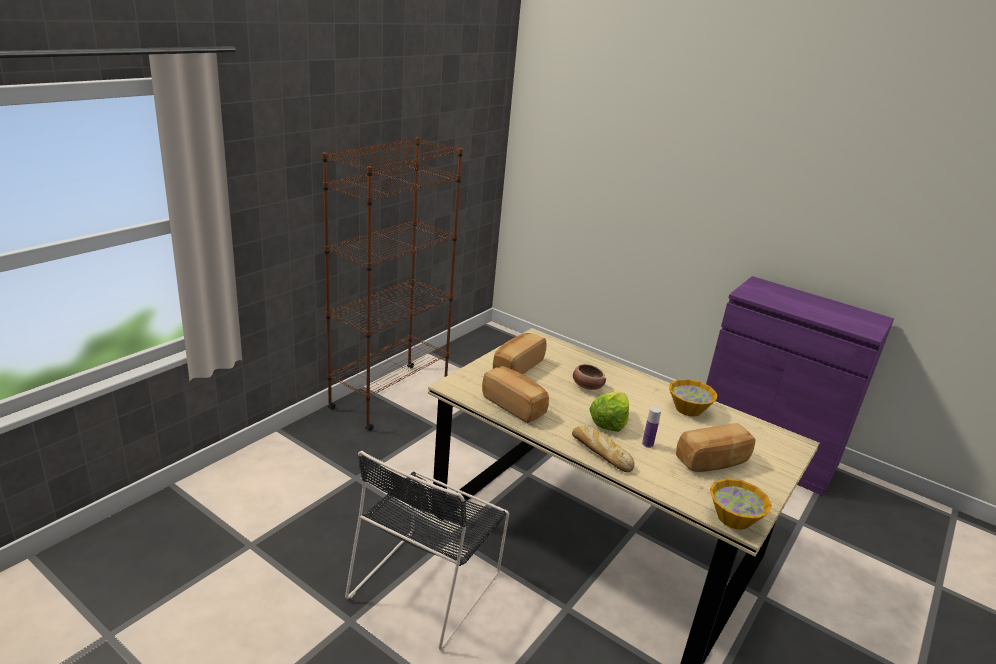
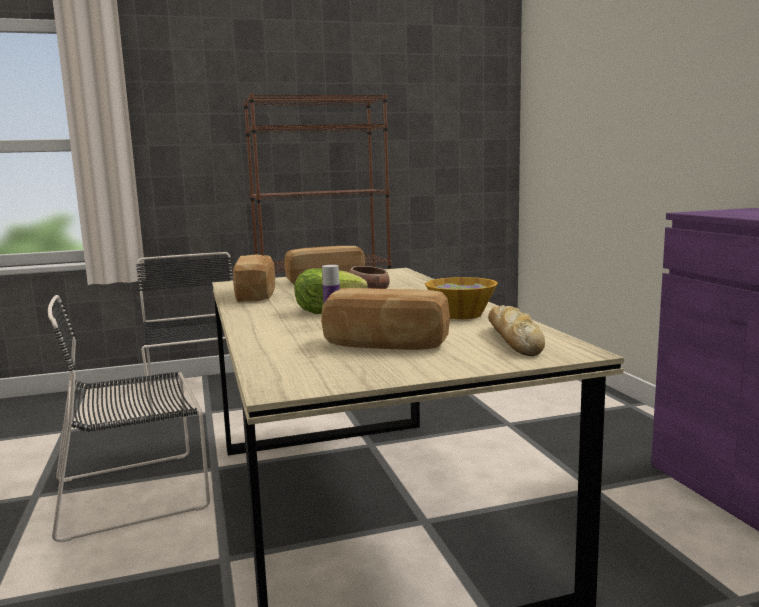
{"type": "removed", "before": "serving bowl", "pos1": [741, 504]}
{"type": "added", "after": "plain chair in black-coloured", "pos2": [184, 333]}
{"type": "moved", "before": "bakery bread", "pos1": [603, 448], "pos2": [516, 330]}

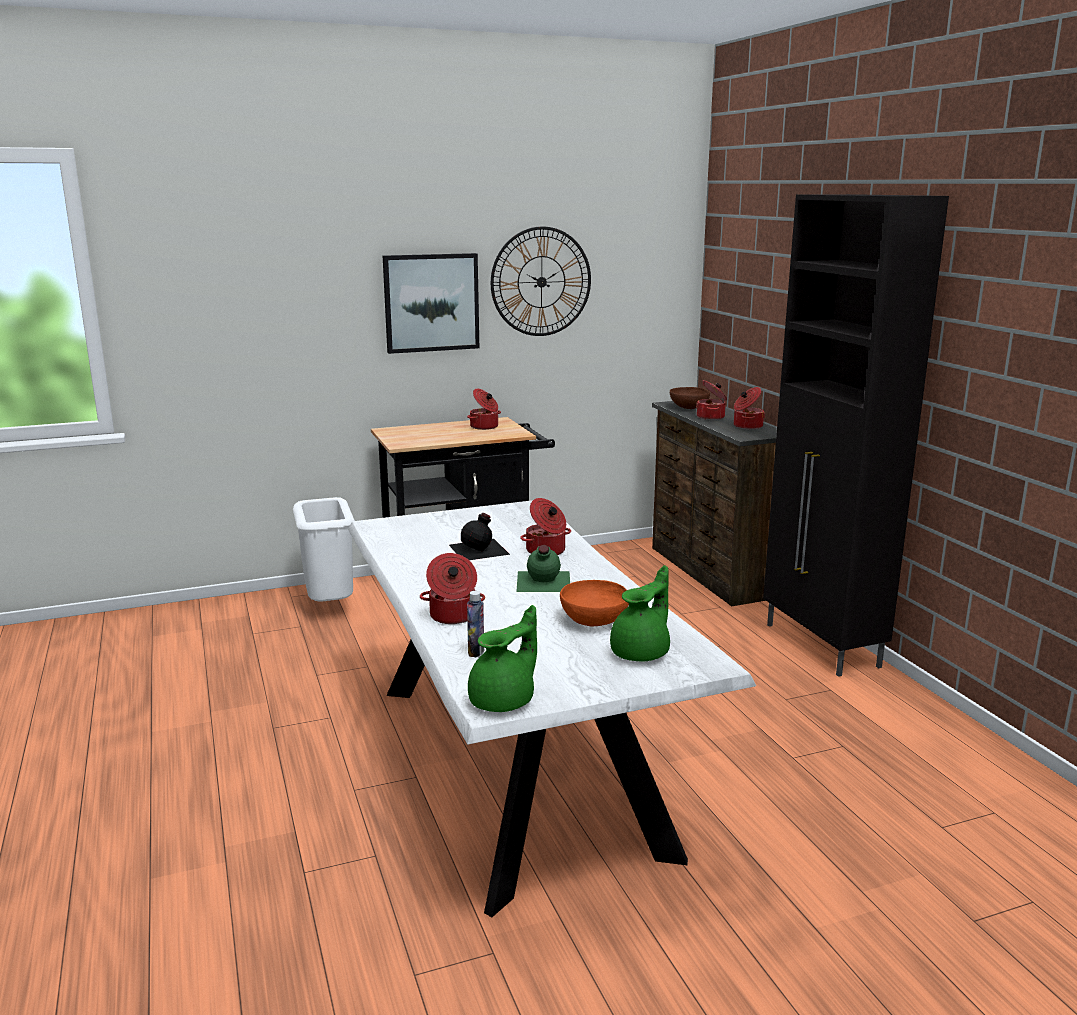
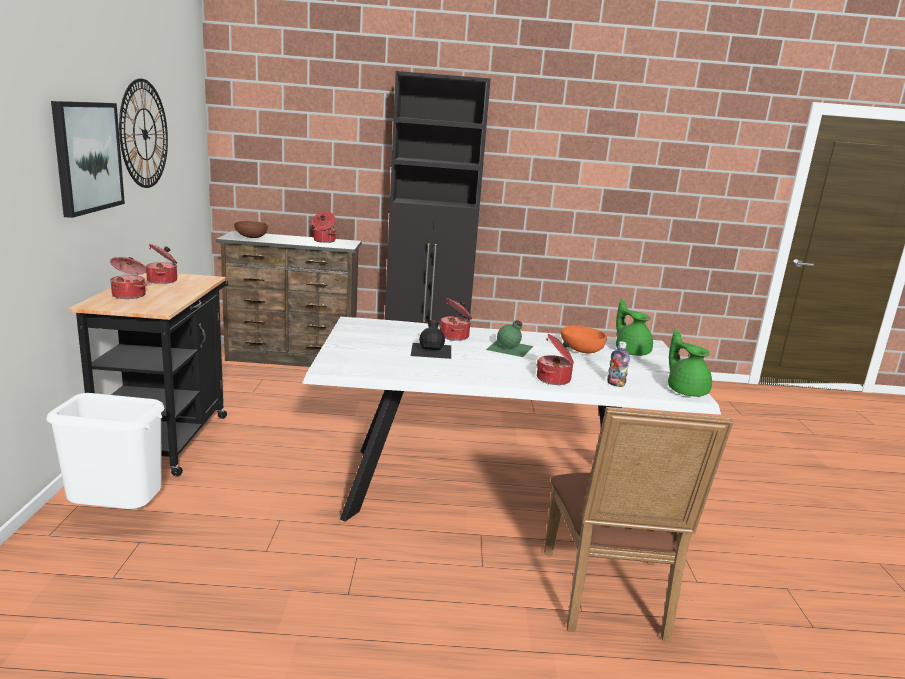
{"type": "added", "after": "plain chair in brown", "pos2": [639, 524]}
{"type": "moved", "before": "stockpot", "pos1": [711, 400], "pos2": [128, 278]}

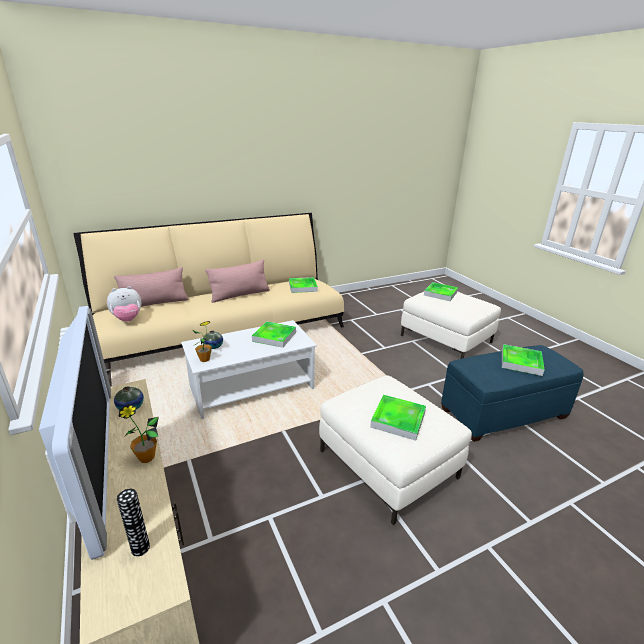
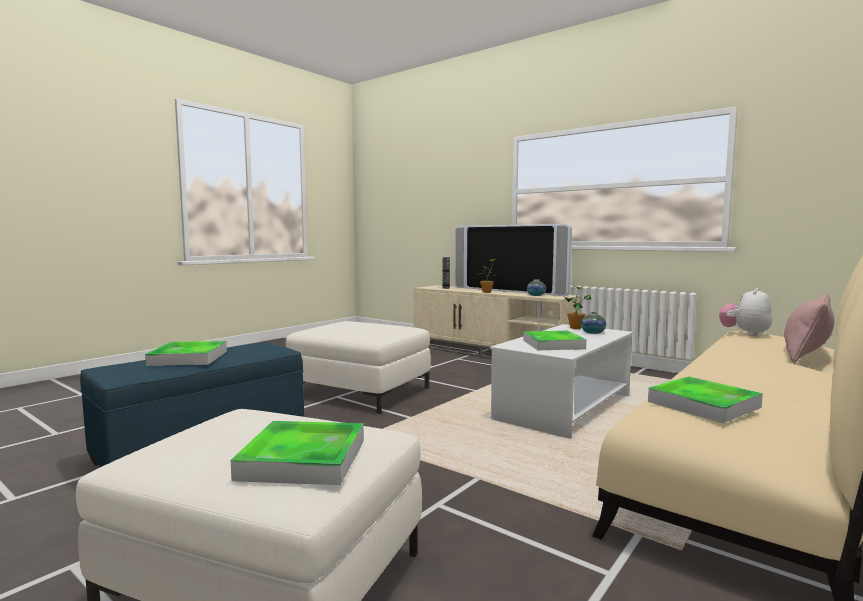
{"type": "removed", "before": "throw pillow in pinkish", "pos1": [237, 281]}
{"type": "removed", "before": "serving tray", "pos1": [398, 418]}

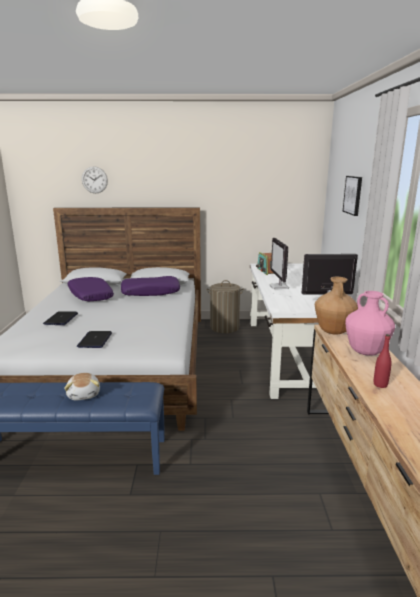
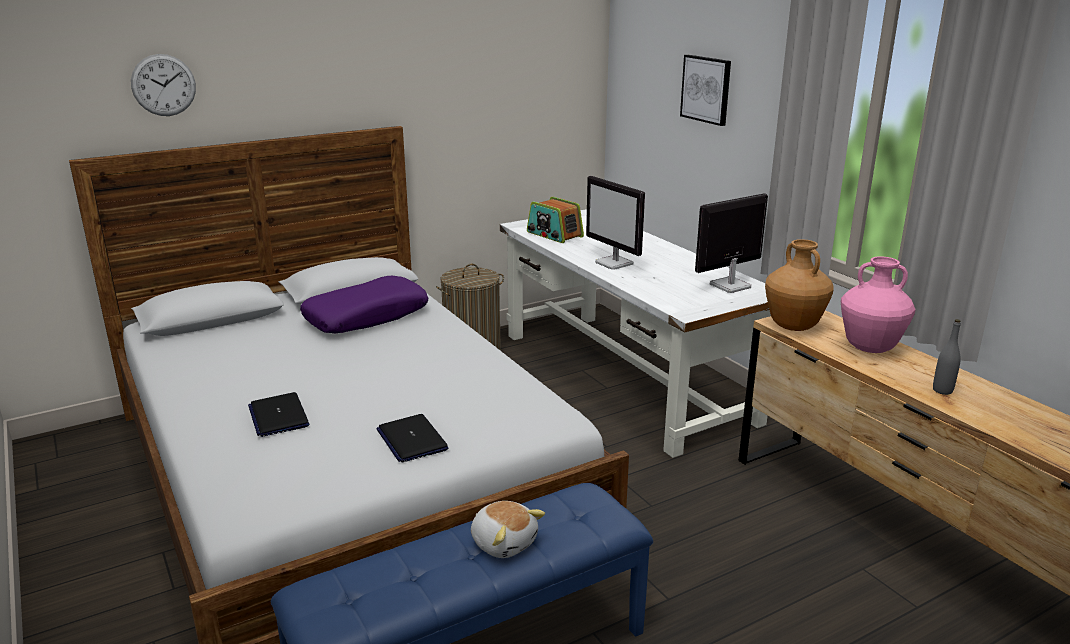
{"type": "removed", "before": "throw pillow in purplish", "pos1": [91, 289]}
{"type": "recoloured", "before": "drink bottle in red-coloured", "after": "drink bottle in gray", "pos1": [383, 361], "pos2": [947, 357]}

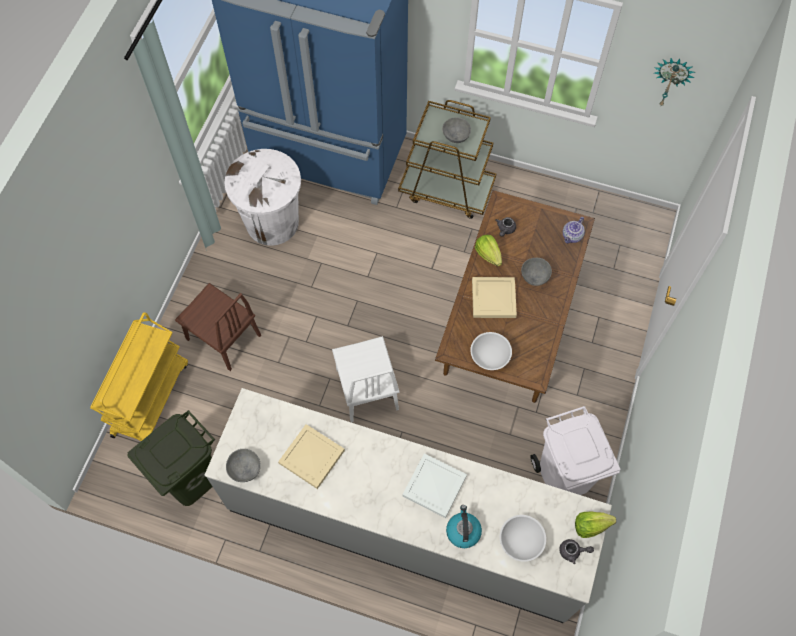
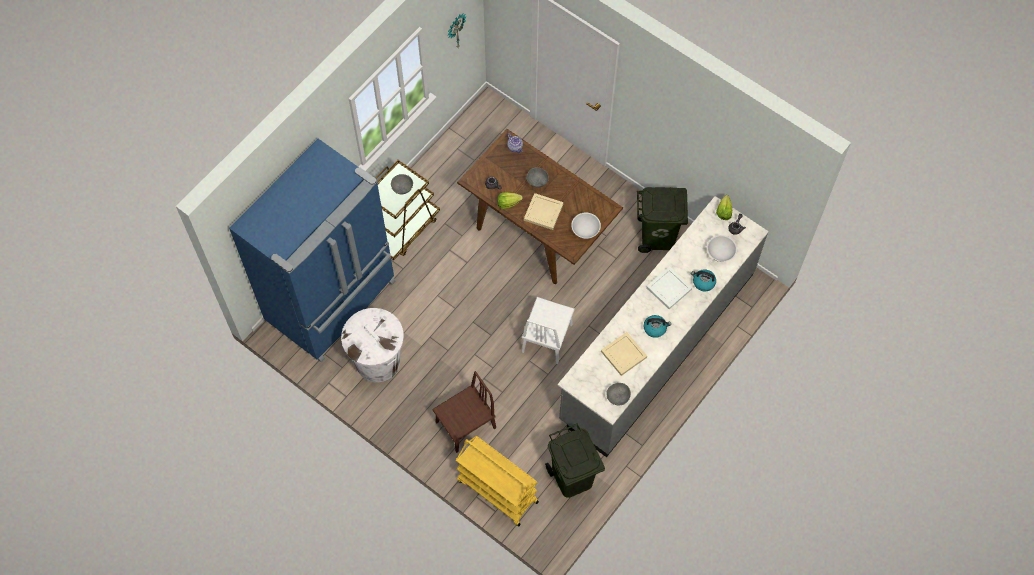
{"type": "added", "after": "water kettle", "pos2": [657, 326]}
{"type": "recoloured", "before": "trash can in white", "after": "trash can in greenish", "pos1": [575, 450], "pos2": [662, 220]}
{"type": "turned", "before": "plain chair in white", "pos1": [366, 379], "pos2": [548, 330], "turn": 105}

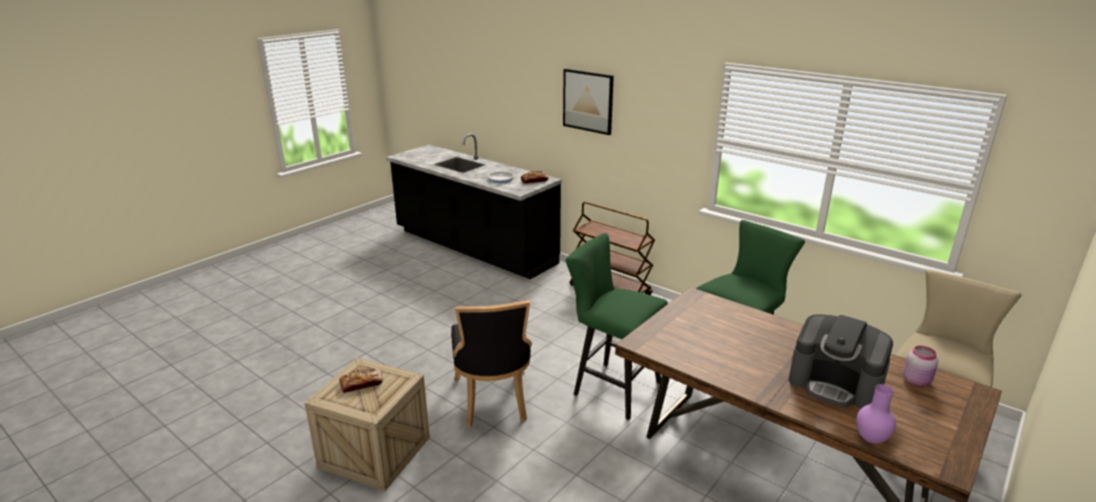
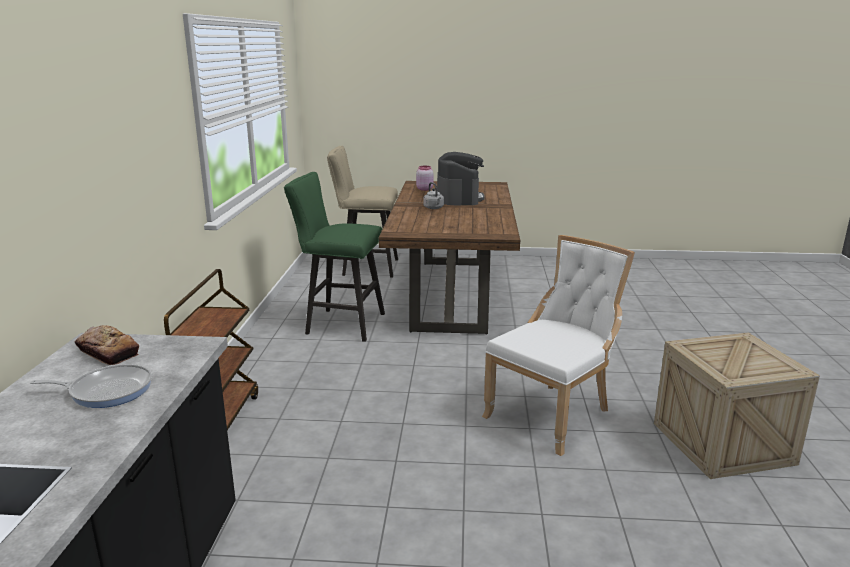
{"type": "removed", "before": "bakery bread", "pos1": [361, 380]}
{"type": "removed", "before": "picture", "pos1": [588, 102]}
{"type": "removed", "before": "stool in greenish", "pos1": [617, 326]}
{"type": "removed", "before": "flower vase in purplish", "pos1": [876, 414]}
{"type": "added", "after": "water kettle in gray", "pos2": [433, 195]}
{"type": "recoloured", "before": "plain chair in black-coloured", "after": "plain chair in white", "pos1": [491, 363], "pos2": [558, 345]}

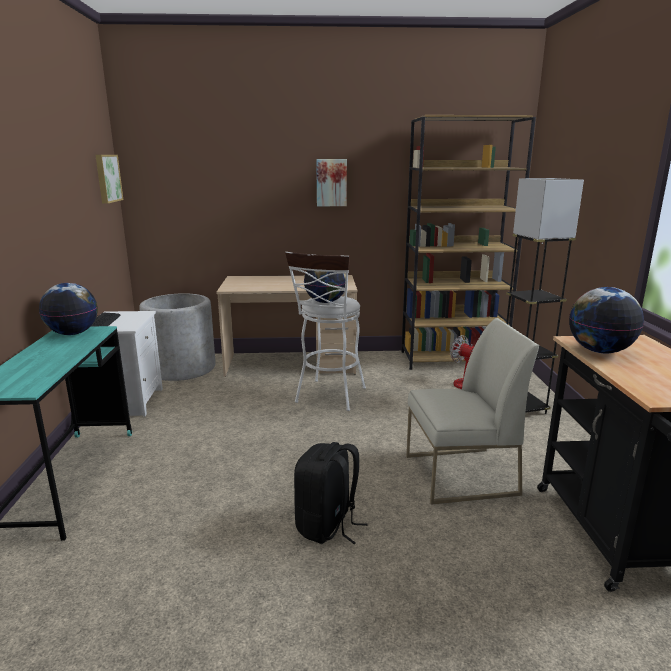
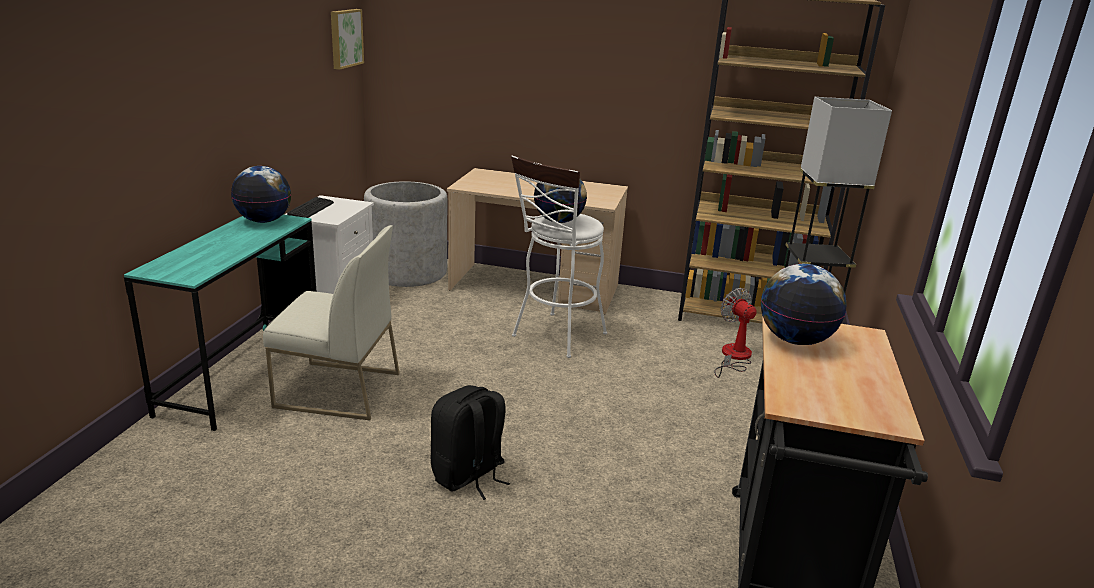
{"type": "removed", "before": "picture", "pos1": [331, 182]}
{"type": "moved", "before": "plain chair in white", "pos1": [472, 411], "pos2": [331, 322]}

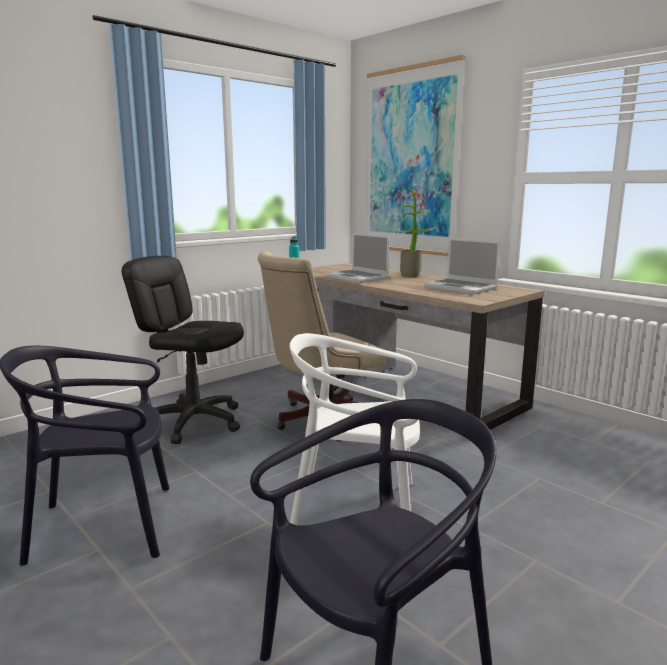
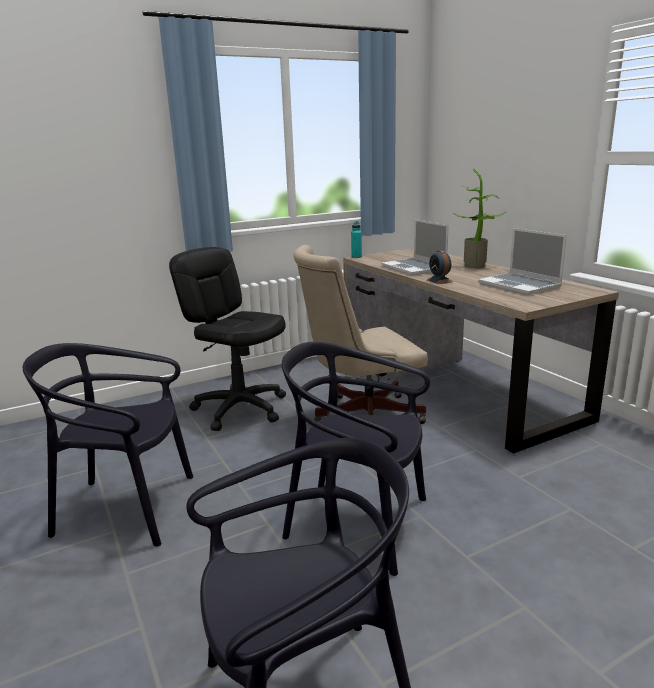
{"type": "removed", "before": "picture", "pos1": [415, 155]}
{"type": "added", "after": "table clock", "pos2": [440, 267]}
{"type": "recoloured", "before": "plain chair in white", "after": "plain chair in black-coloured", "pos1": [355, 429], "pos2": [356, 459]}

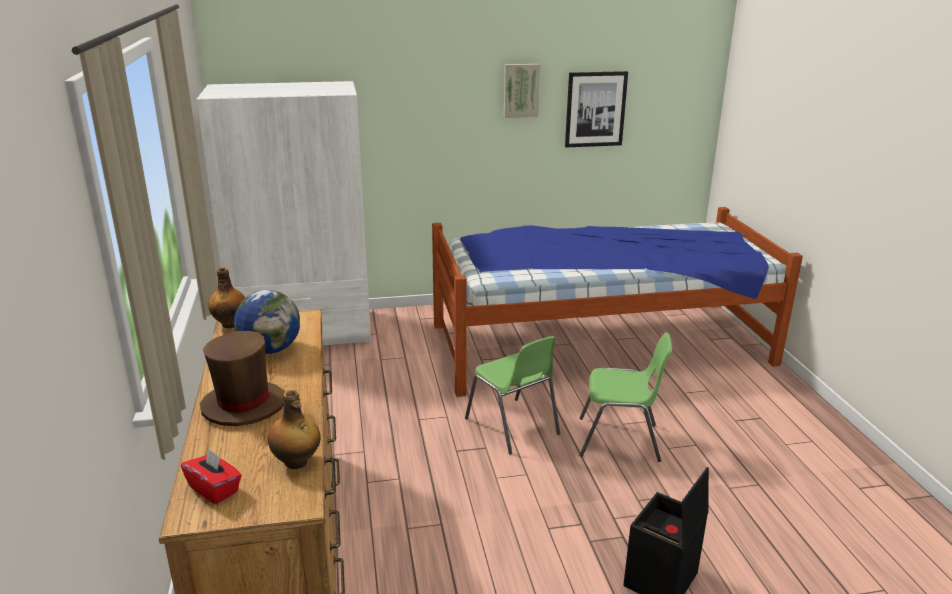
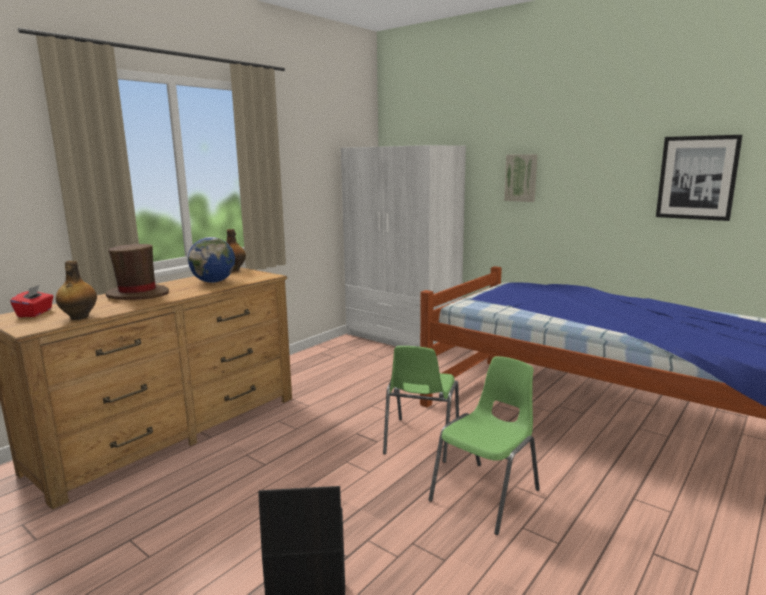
{"type": "moved", "before": "picture", "pos1": [522, 91], "pos2": [520, 178]}
{"type": "turned", "before": "plain chair in greenish", "pos1": [625, 397], "pos2": [484, 445], "turn": -105}

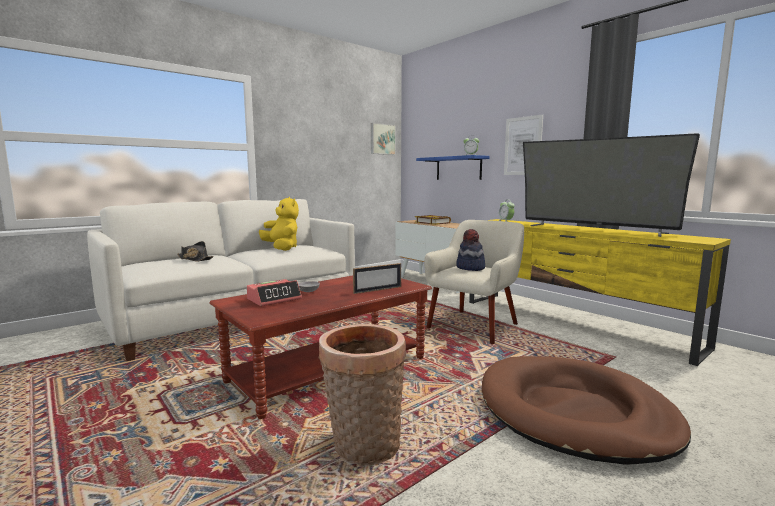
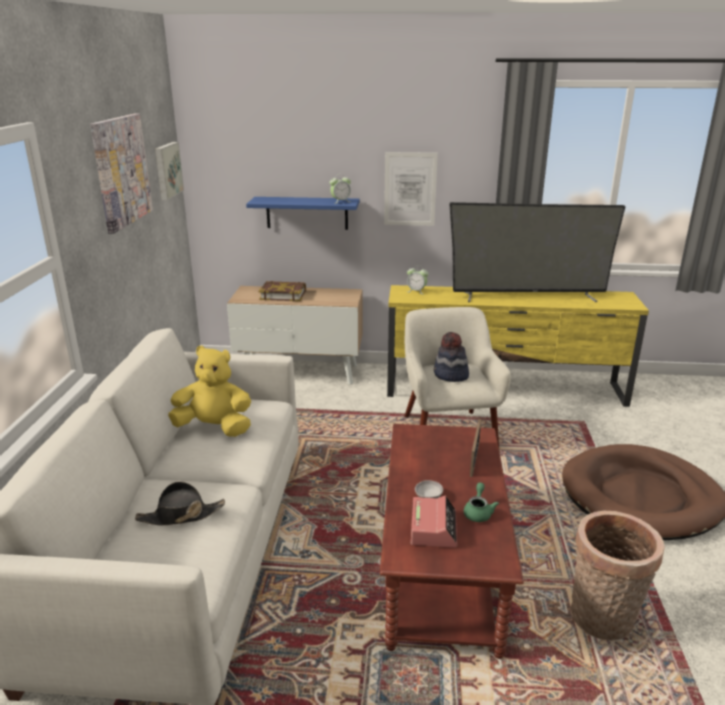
{"type": "added", "after": "picture", "pos2": [121, 173]}
{"type": "added", "after": "teapot in greenish", "pos2": [481, 502]}

